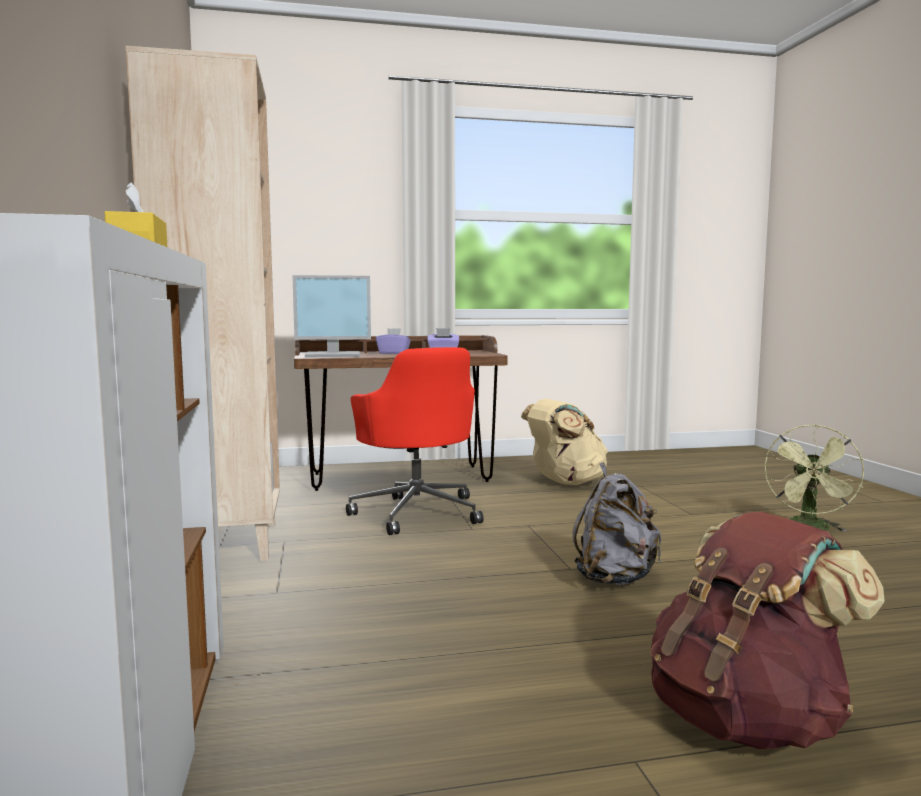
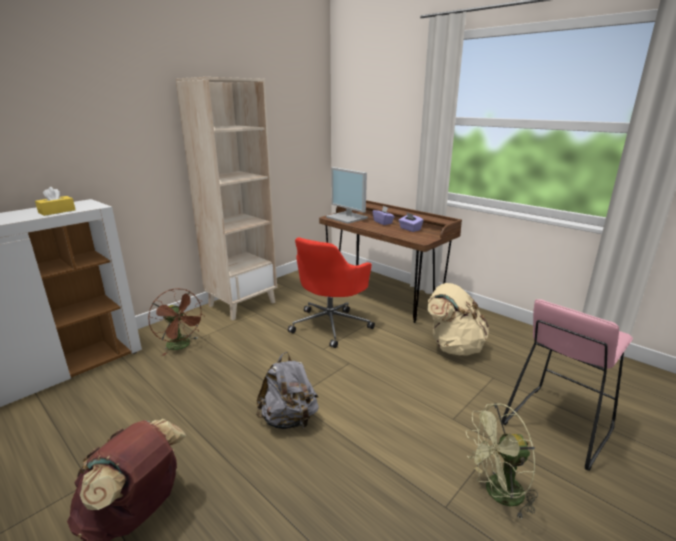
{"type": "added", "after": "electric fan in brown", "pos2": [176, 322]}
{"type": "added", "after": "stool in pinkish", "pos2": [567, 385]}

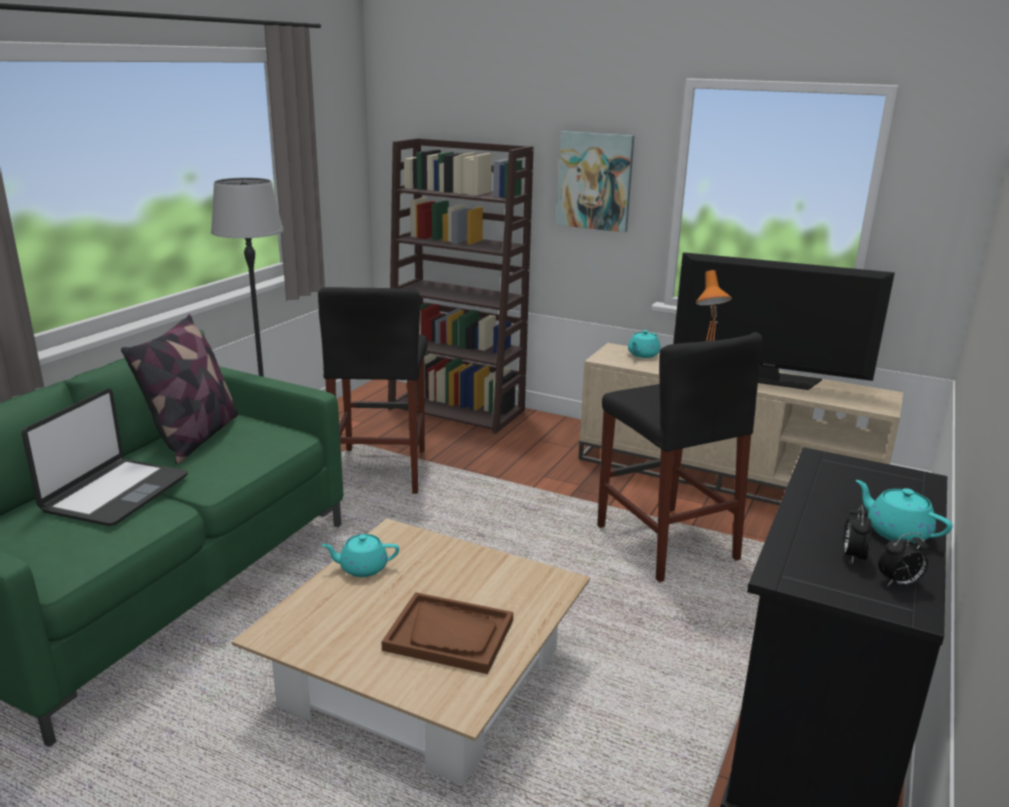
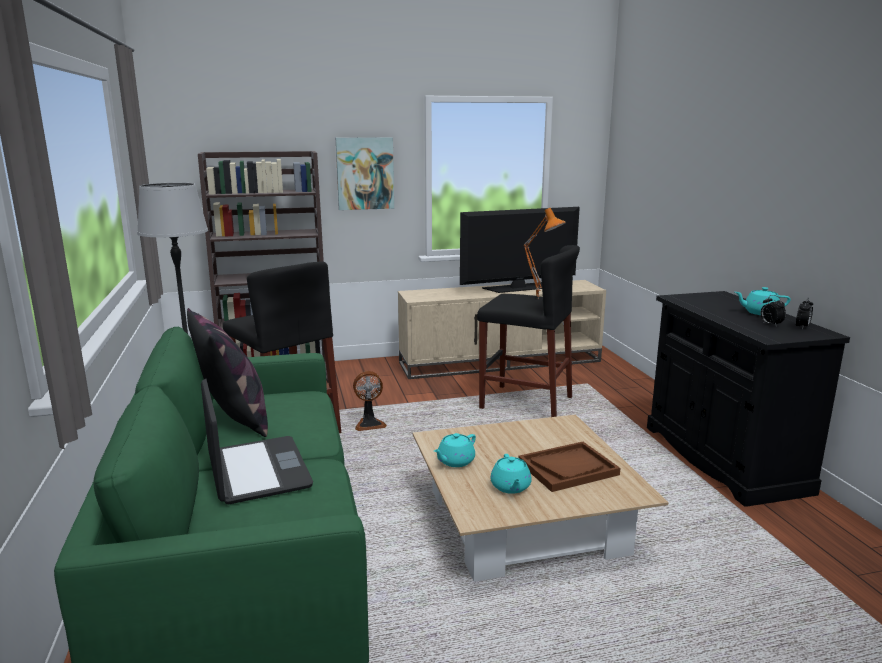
{"type": "added", "after": "electric fan", "pos2": [370, 401]}
{"type": "moved", "before": "teapot in blue-green", "pos1": [644, 344], "pos2": [510, 474]}

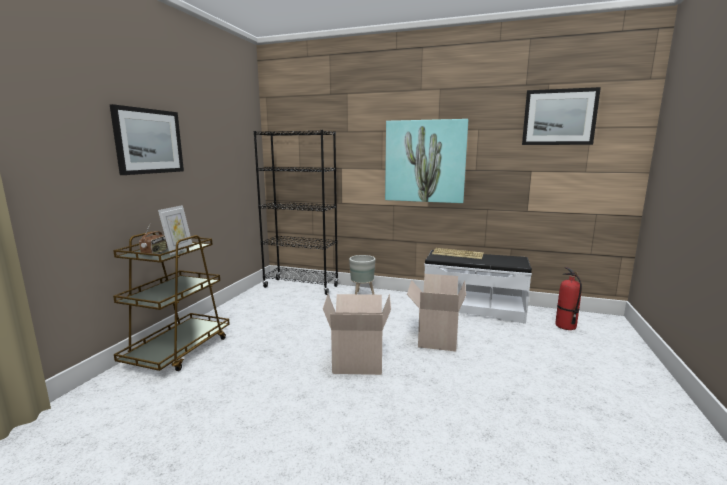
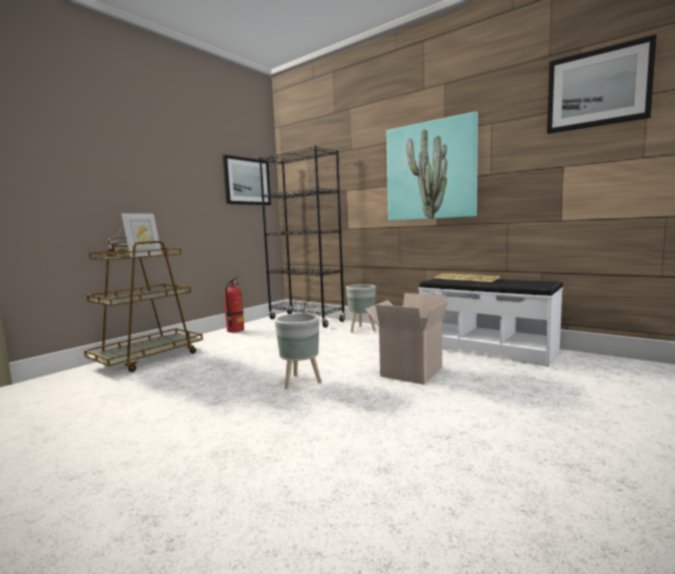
{"type": "moved", "before": "picture", "pos1": [147, 139], "pos2": [246, 180]}
{"type": "moved", "before": "extinguisher", "pos1": [568, 298], "pos2": [234, 305]}
{"type": "replaced", "before": "cardboard box", "after": "flower pot in gray", "pos1": [357, 334], "pos2": [298, 351]}

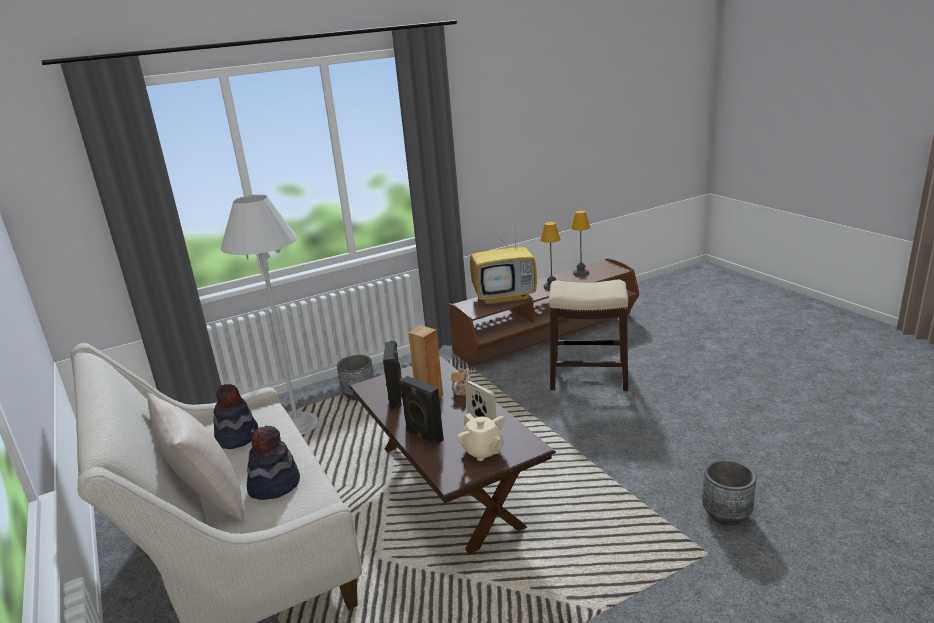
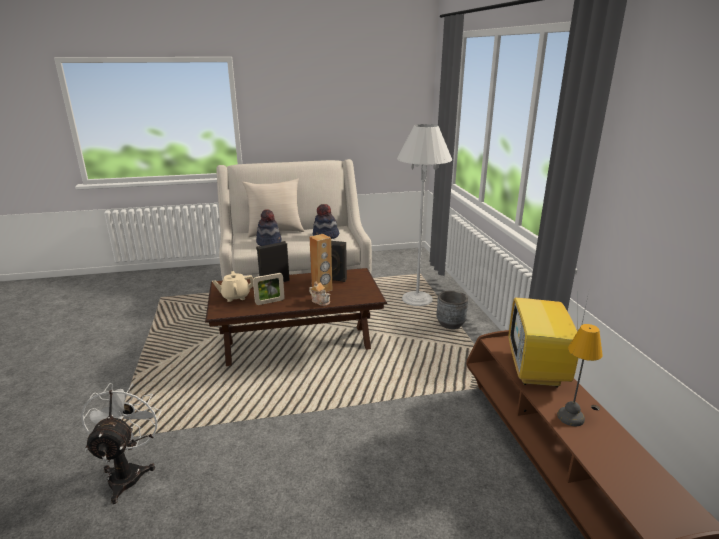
{"type": "removed", "before": "stool", "pos1": [588, 335]}
{"type": "removed", "before": "table lamp", "pos1": [580, 244]}
{"type": "replaced", "before": "flower pot in gray", "after": "electric fan in white", "pos1": [729, 492], "pos2": [121, 443]}

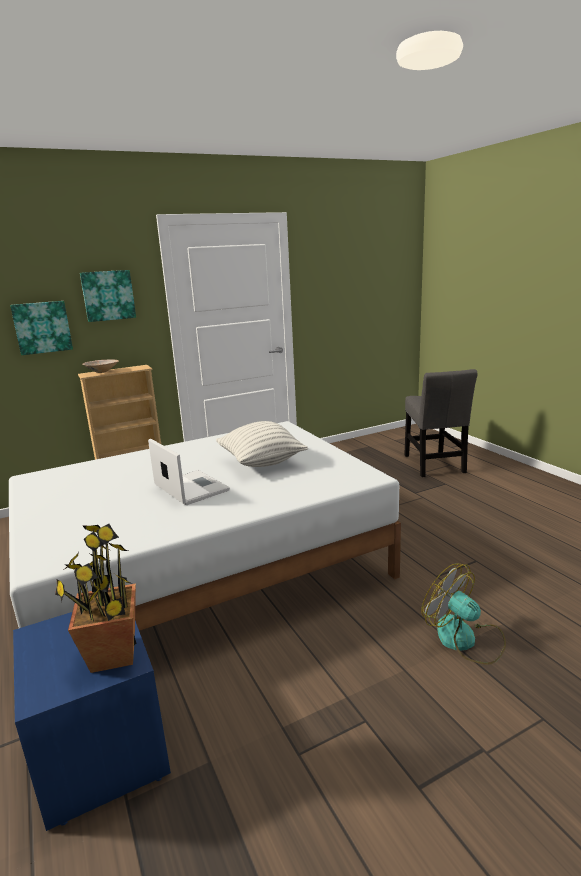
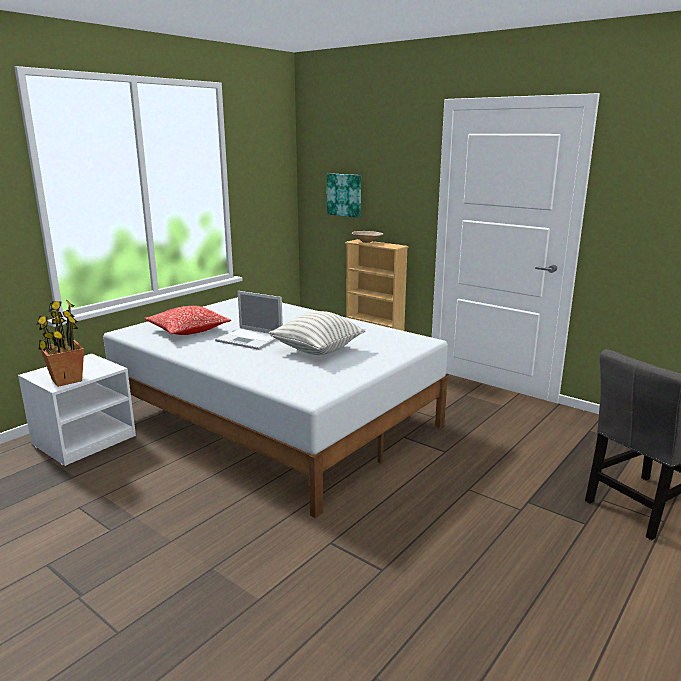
{"type": "removed", "before": "picture", "pos1": [108, 296]}
{"type": "removed", "before": "electric fan", "pos1": [464, 614]}
{"type": "added", "after": "throw pillow", "pos2": [188, 320]}
{"type": "recoloured", "before": "bedside table in blue", "after": "bedside table in white", "pos1": [92, 721], "pos2": [77, 410]}
{"type": "turned", "before": "laptop", "pos1": [189, 472], "pos2": [249, 320], "turn": 90}

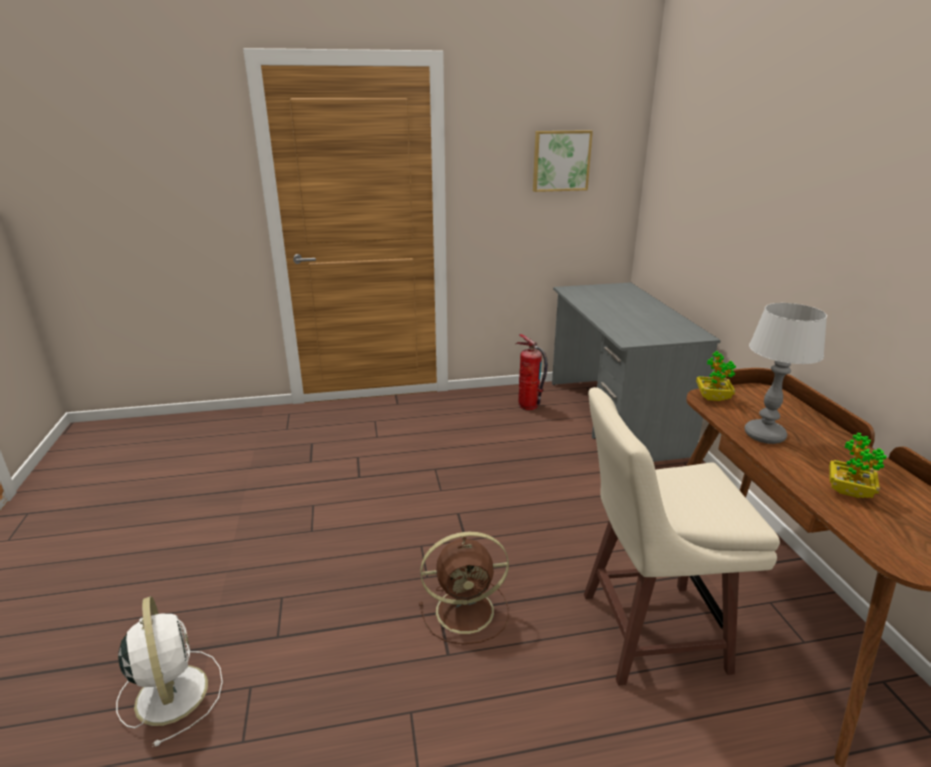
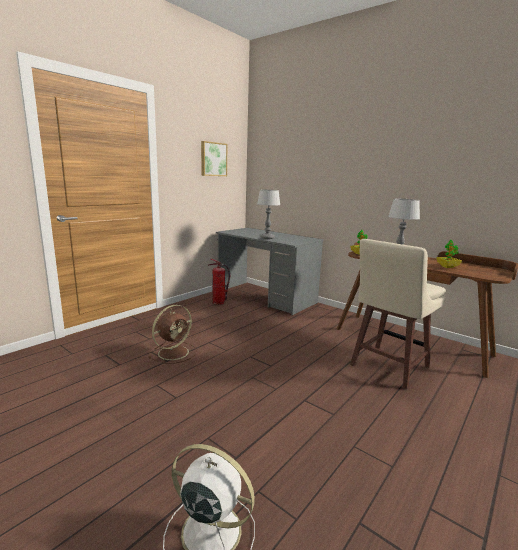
{"type": "added", "after": "table lamp", "pos2": [268, 214]}
{"type": "moved", "before": "electric fan in brown", "pos1": [464, 588], "pos2": [172, 334]}

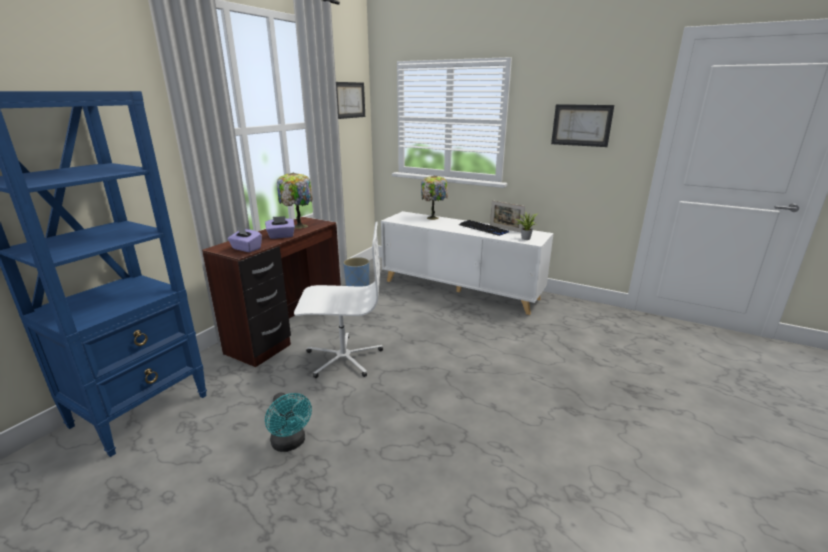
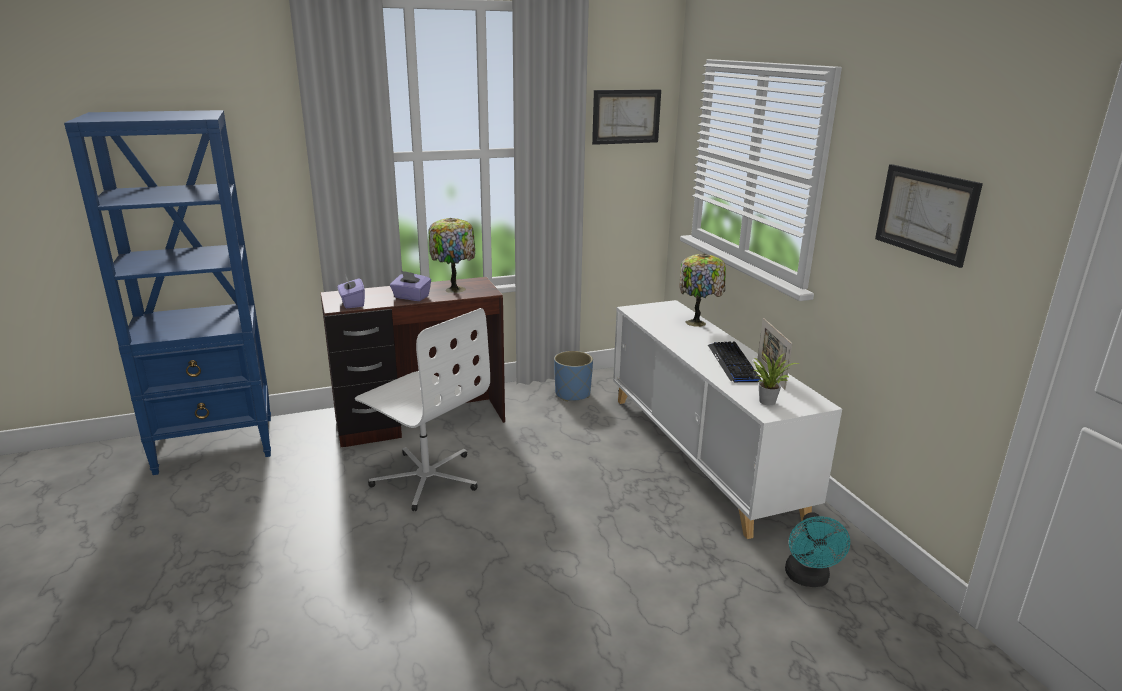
{"type": "moved", "before": "electric fan in blue-green", "pos1": [288, 422], "pos2": [817, 549]}

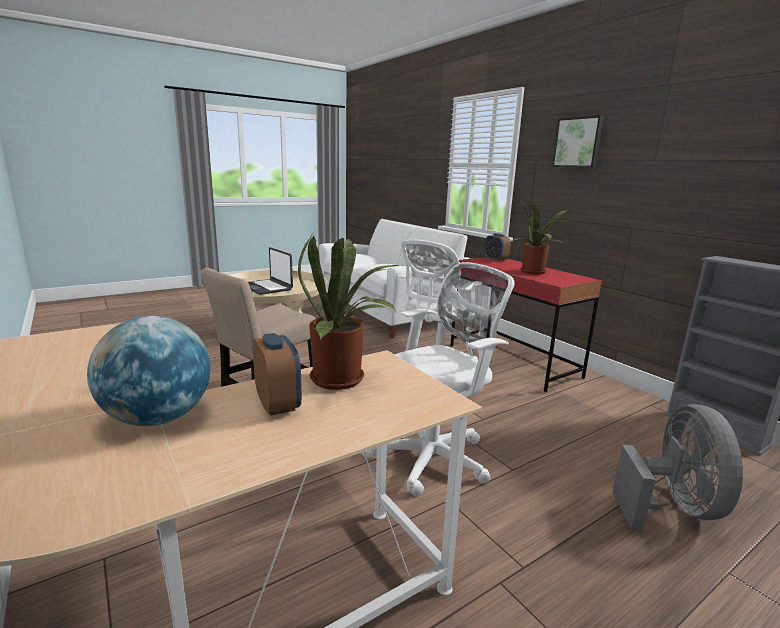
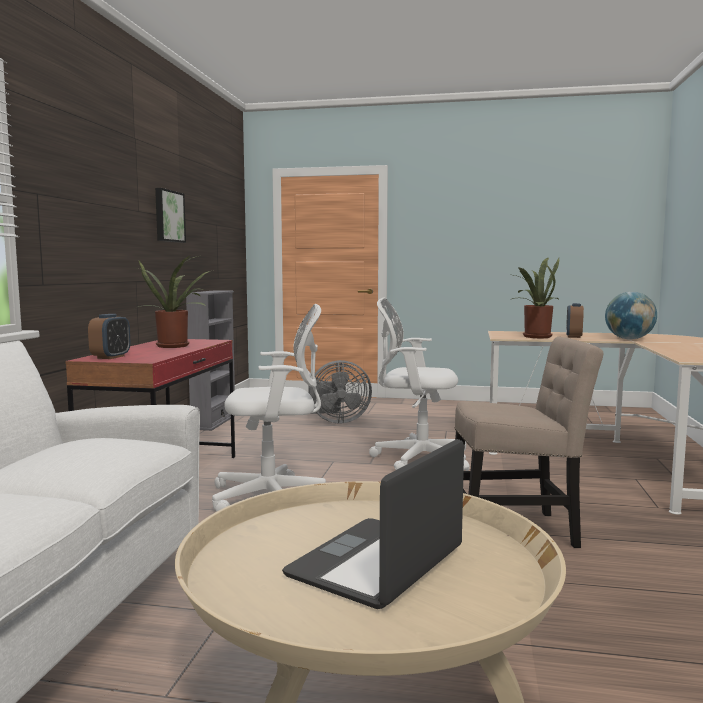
{"type": "moved", "before": "picture", "pos1": [578, 141], "pos2": [170, 215]}
{"type": "turned", "before": "laptop", "pos1": [270, 271], "pos2": [373, 524], "turn": -150}
{"type": "turned", "before": "electric fan in gray", "pos1": [677, 467], "pos2": [340, 392], "turn": -150}

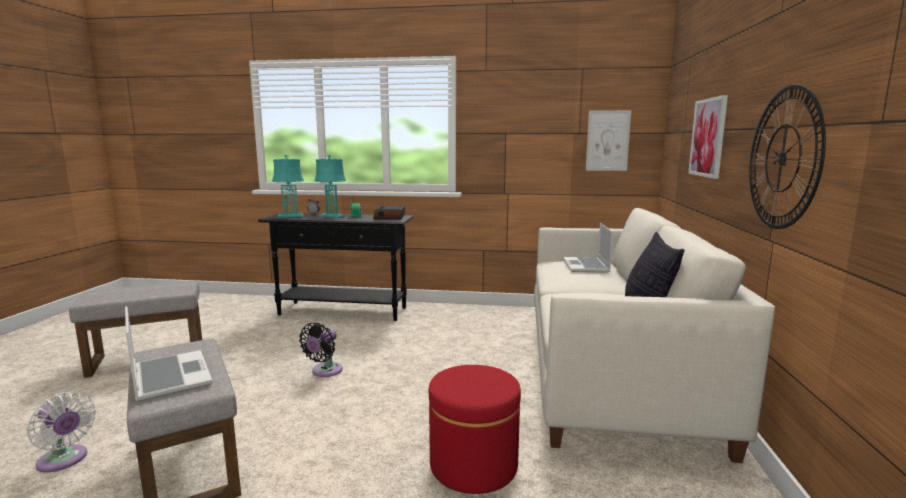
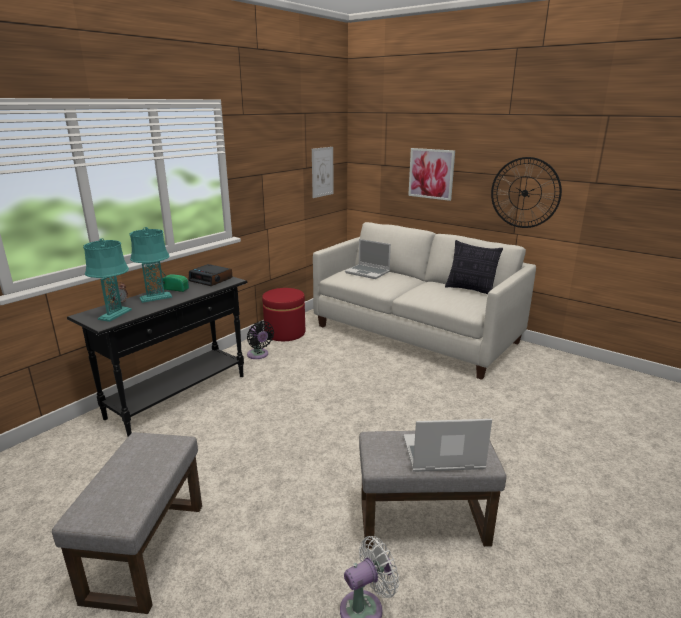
{"type": "moved", "before": "electric fan in black-coloured", "pos1": [321, 350], "pos2": [260, 340]}
{"type": "moved", "before": "footrest in red-coloured", "pos1": [475, 429], "pos2": [283, 314]}

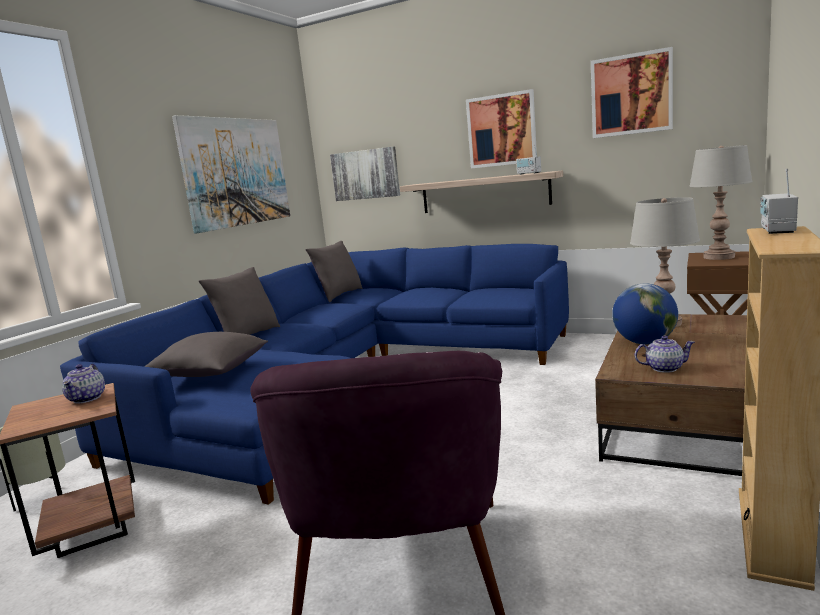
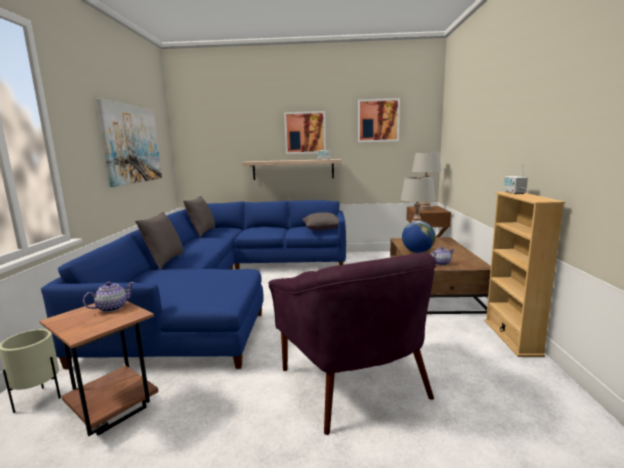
{"type": "removed", "before": "picture", "pos1": [365, 174]}
{"type": "moved", "before": "throw pillow in gray", "pos1": [206, 354], "pos2": [320, 221]}
{"type": "turned", "before": "teapot", "pos1": [83, 384], "pos2": [109, 297], "turn": -105}

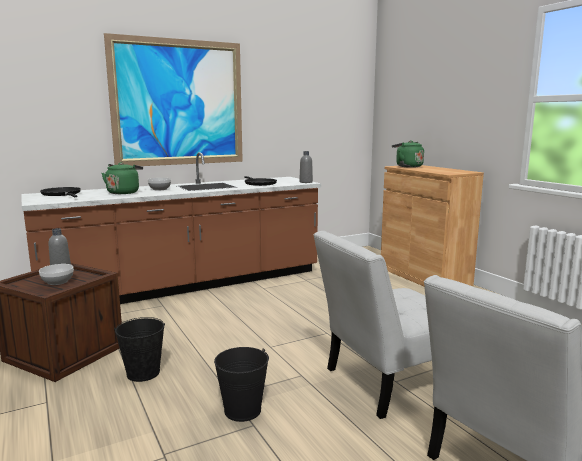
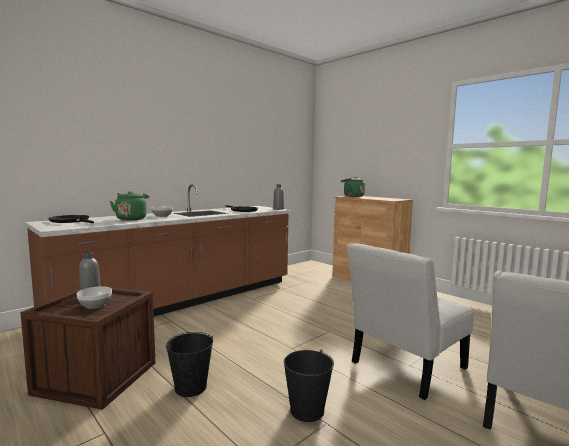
{"type": "removed", "before": "picture", "pos1": [173, 99]}

